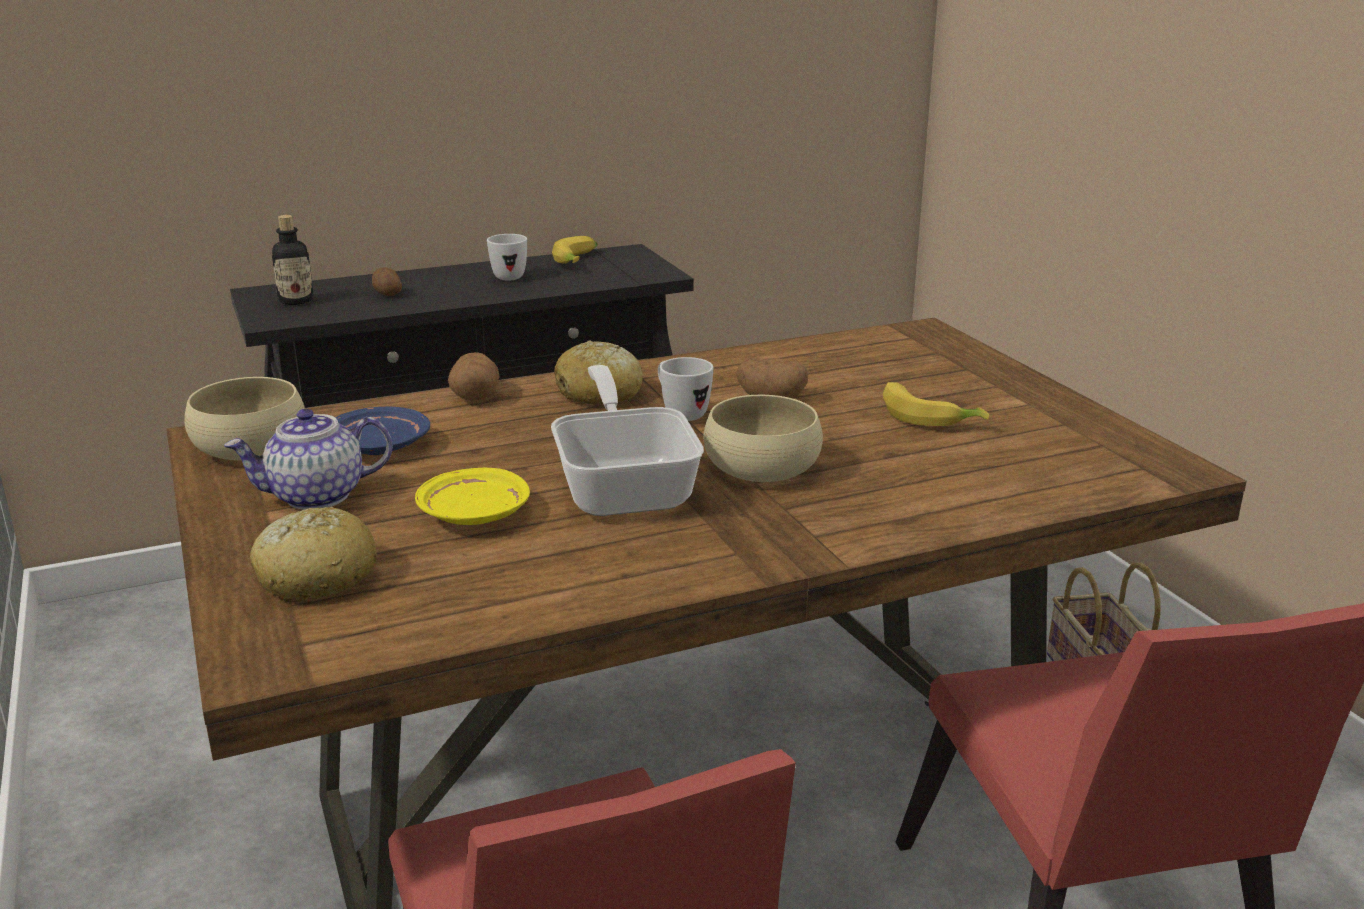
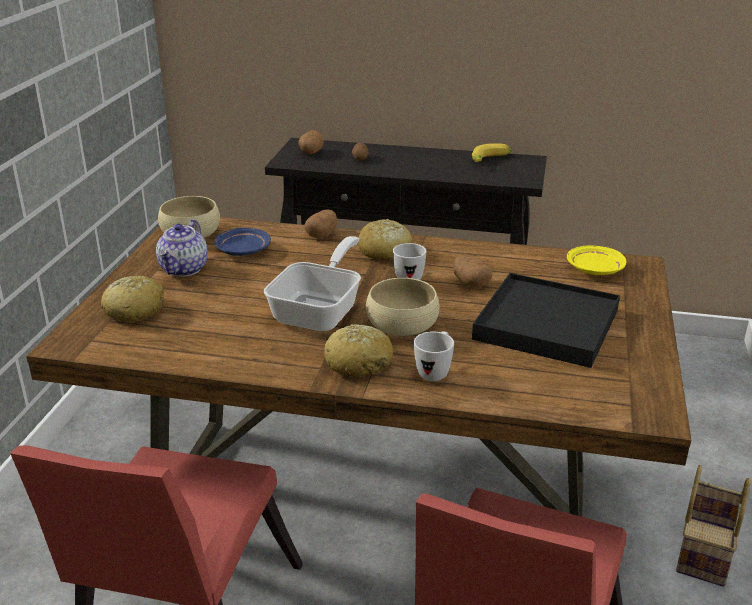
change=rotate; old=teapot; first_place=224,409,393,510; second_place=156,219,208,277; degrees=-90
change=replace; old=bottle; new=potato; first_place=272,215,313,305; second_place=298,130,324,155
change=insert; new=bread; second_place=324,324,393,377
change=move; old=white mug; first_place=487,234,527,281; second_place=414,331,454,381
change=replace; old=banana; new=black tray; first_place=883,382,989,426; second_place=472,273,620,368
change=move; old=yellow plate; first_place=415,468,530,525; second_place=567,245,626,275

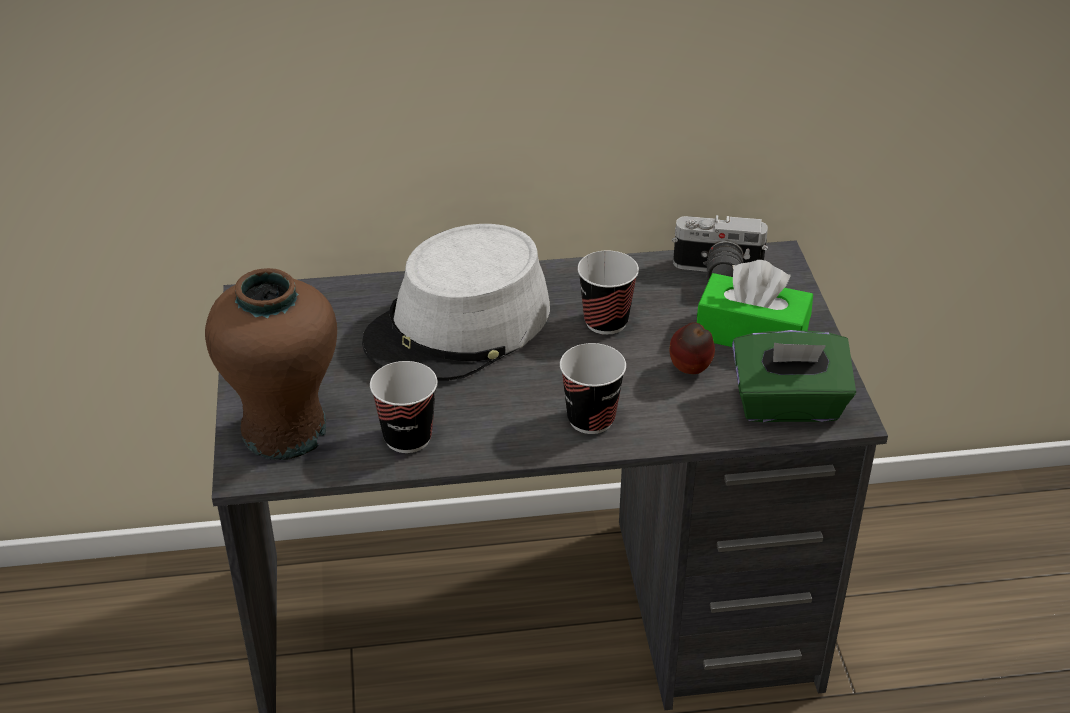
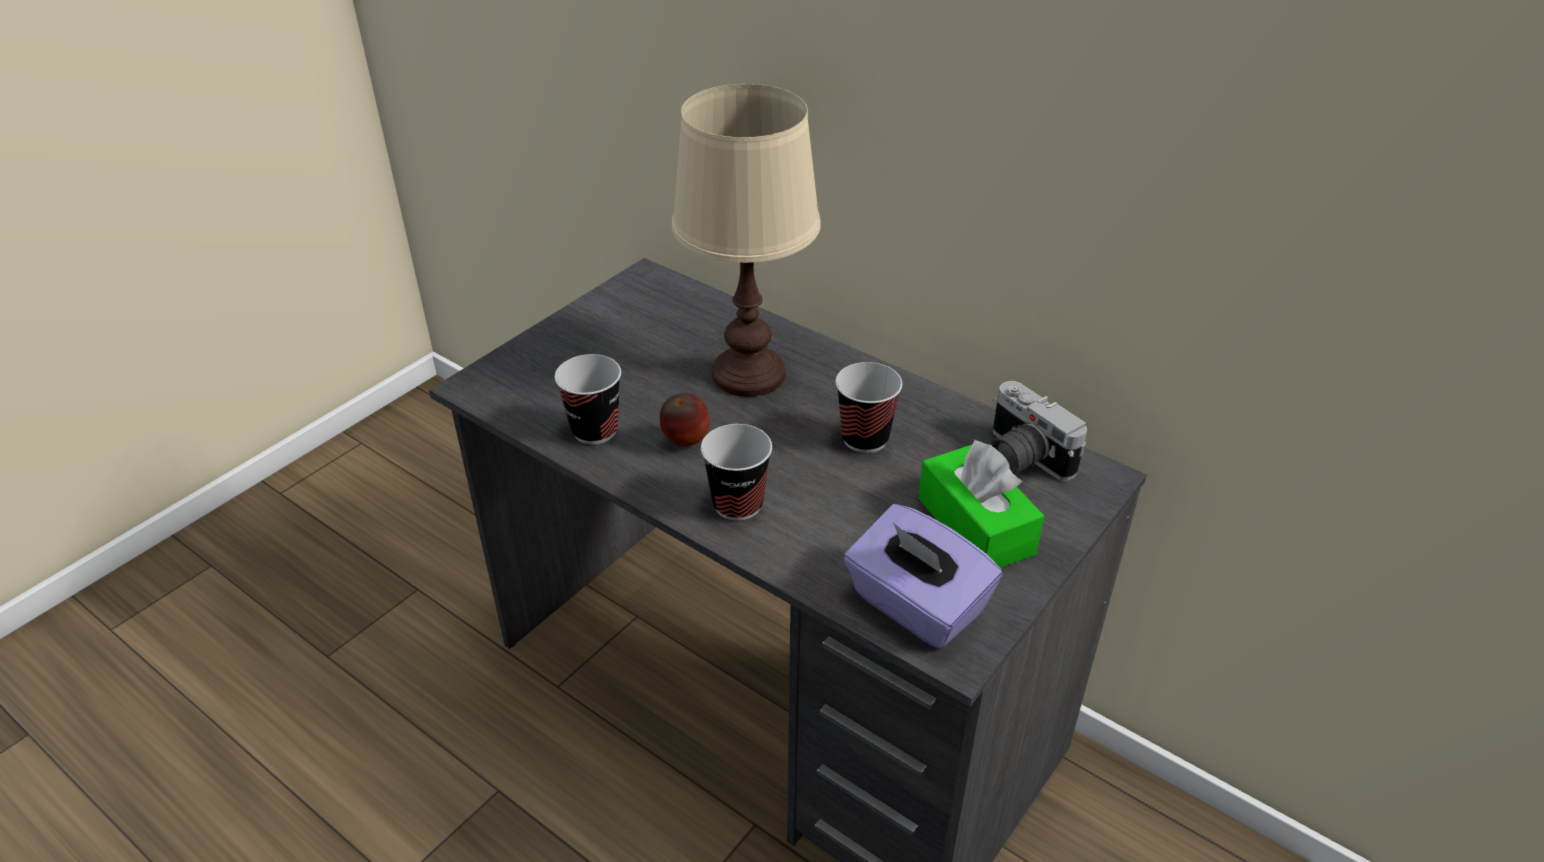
change=move; old=apple; first_place=670,322,715,374; second_place=660,393,710,447
change=replace; old=grey hat; new=beige table lamp; first_place=362,224,550,381; second_place=672,84,821,397
change=recolor; old=green tissue box; new=purple tissue box; first_place=732,330,856,422; second_place=844,504,1002,649
change=delete; old=brown vase; first_place=205,268,337,460

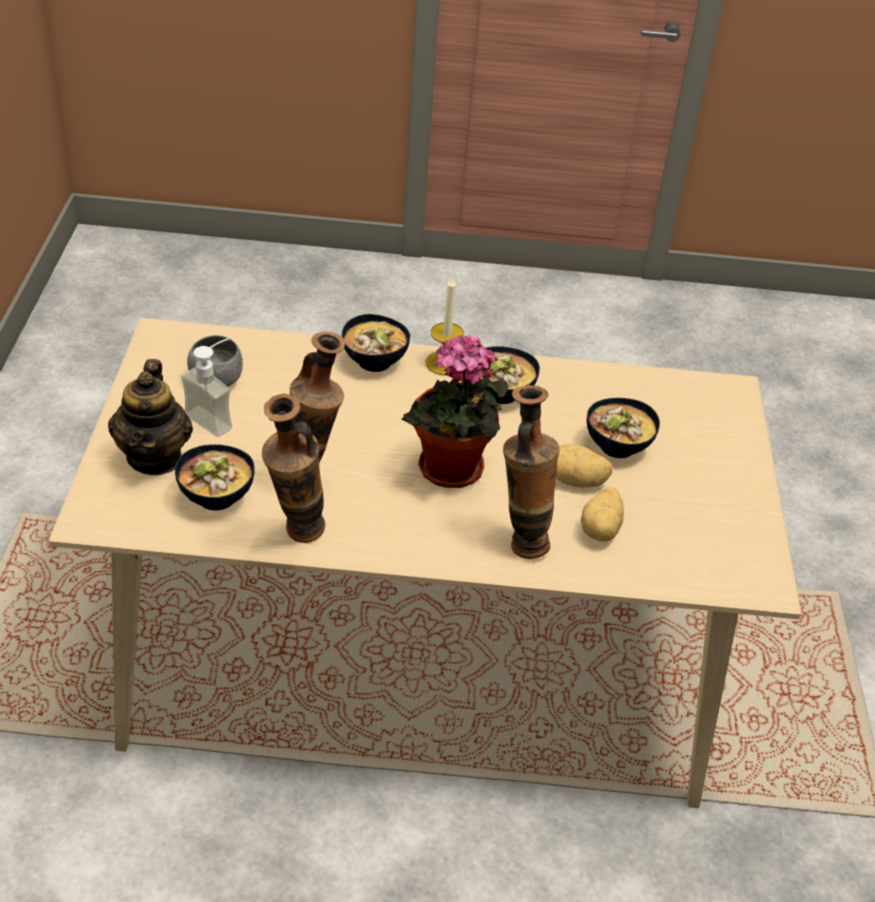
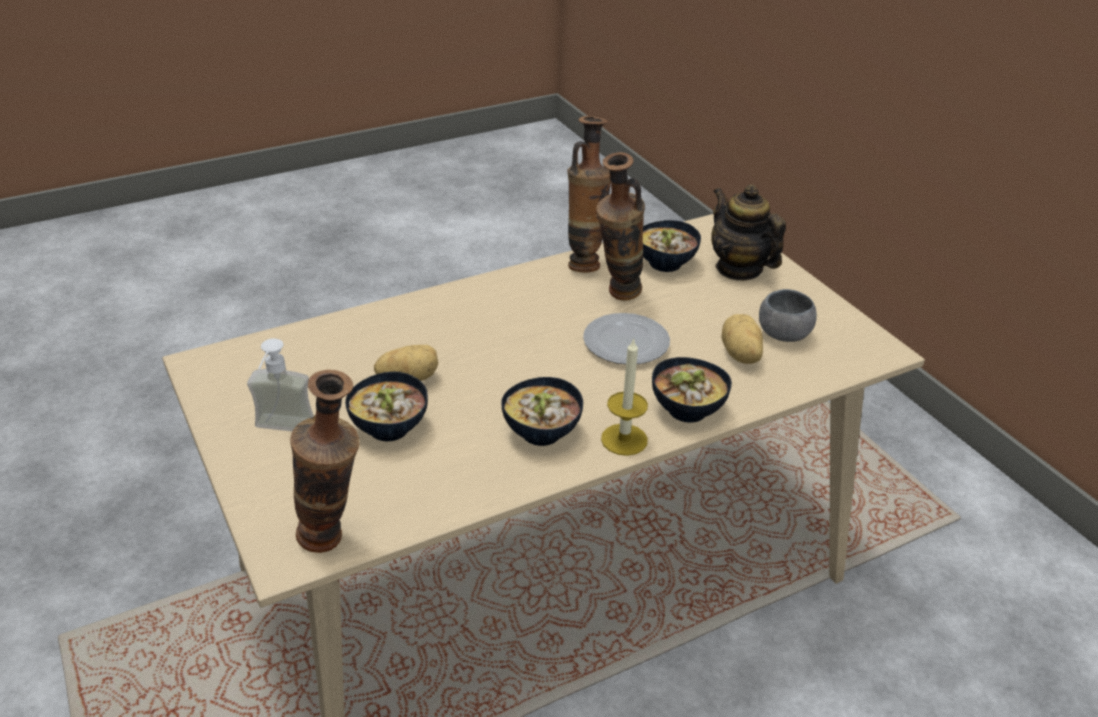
change=move; old=soap dispenser; first_place=181,338,232,437; second_place=247,338,314,431
change=move; old=vase; first_place=503,385,560,559; second_place=290,370,360,553
change=insert; new=plate; second_place=583,313,670,364
change=move; old=potato; first_place=581,487,624,542; second_place=721,314,763,364
change=delete; old=potted plant; first_place=401,335,508,488

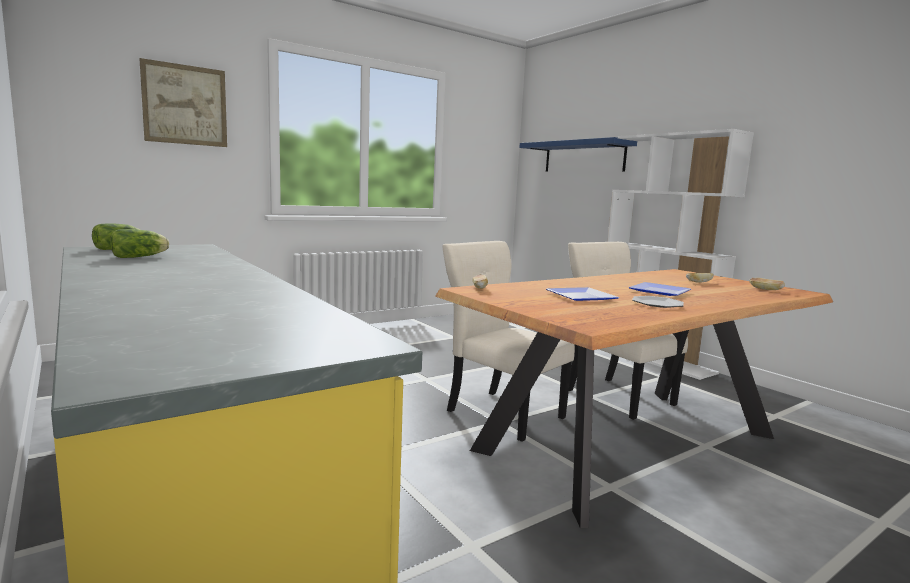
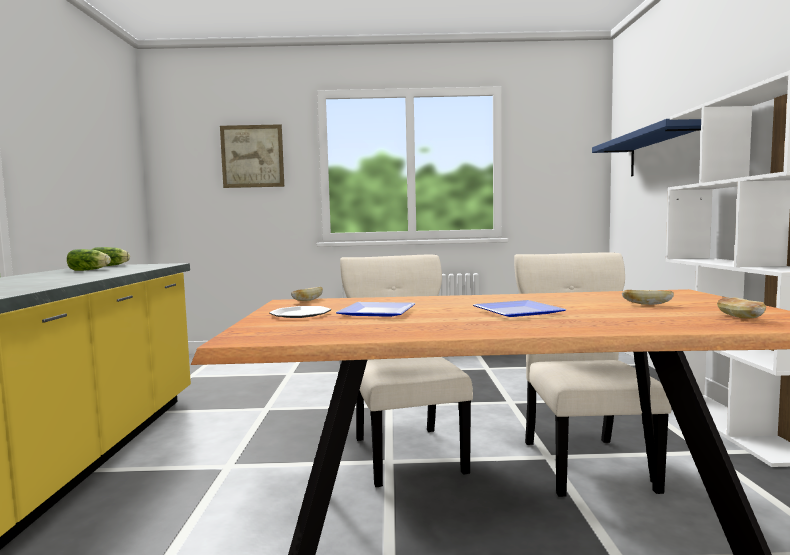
change=move; old=plate; first_place=632,296,684,308; second_place=269,306,331,318

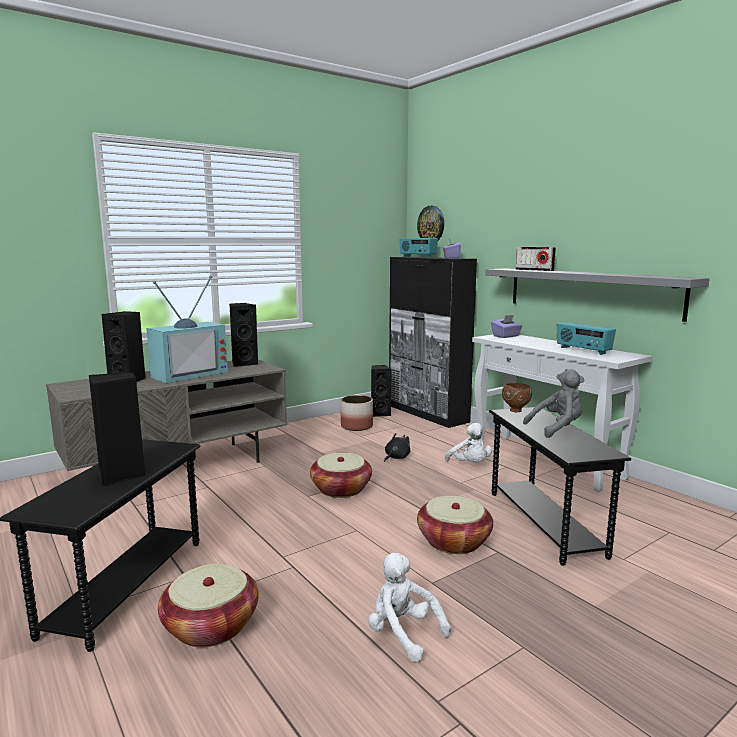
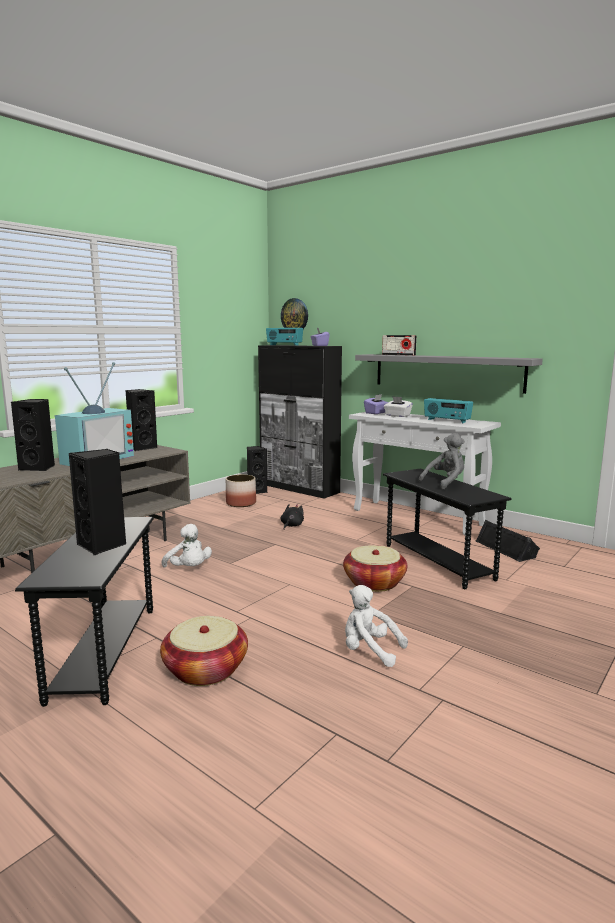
change=move; old=white plush toy; first_place=445,423,492,463; second_place=162,524,212,567
change=insert; new=white tissue box; second_place=384,396,413,417
change=insert; new=black speaker; second_place=476,520,540,562
change=delete; old=basket; first_place=310,453,372,498
change=delete; old=brown bowl; first_place=502,384,532,412

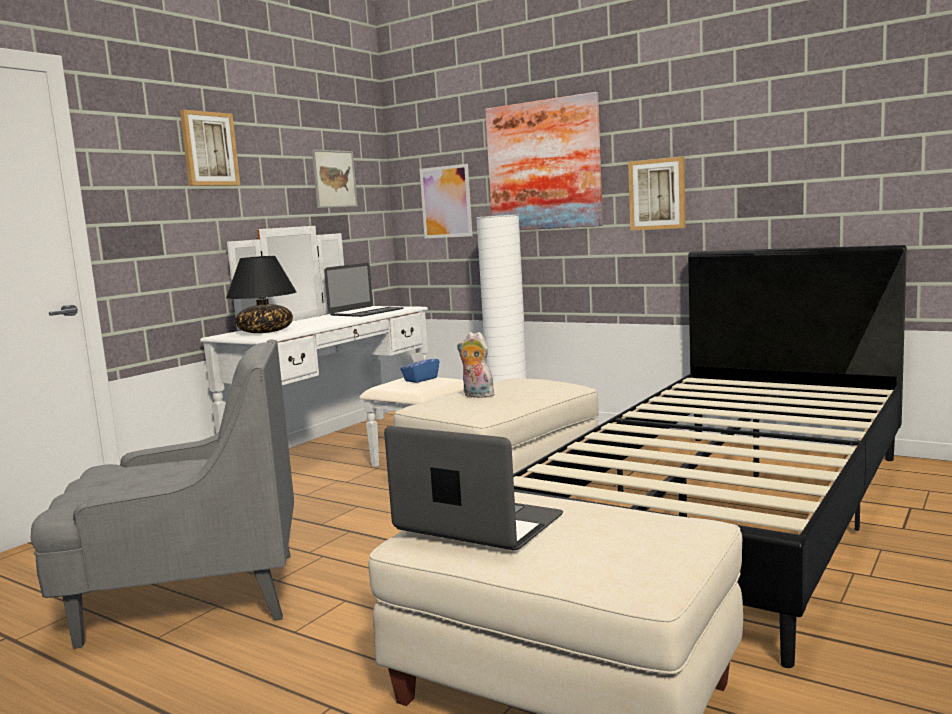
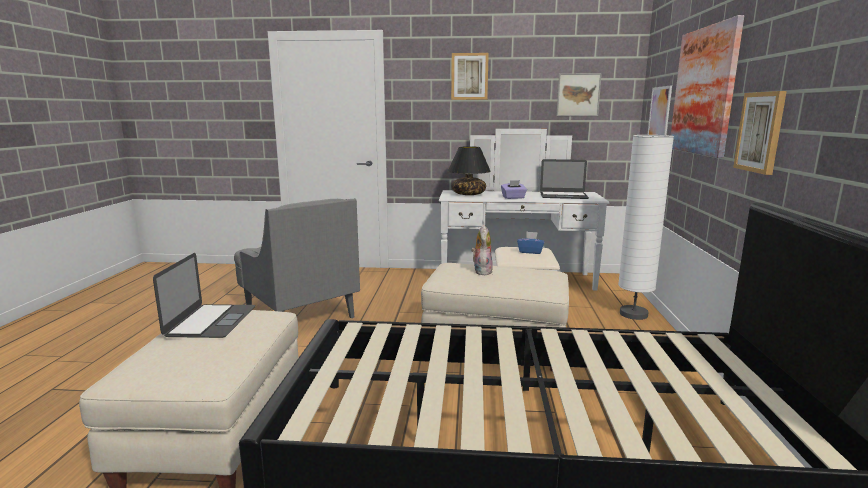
change=insert; new=purple tissue box; second_place=501,180,527,199

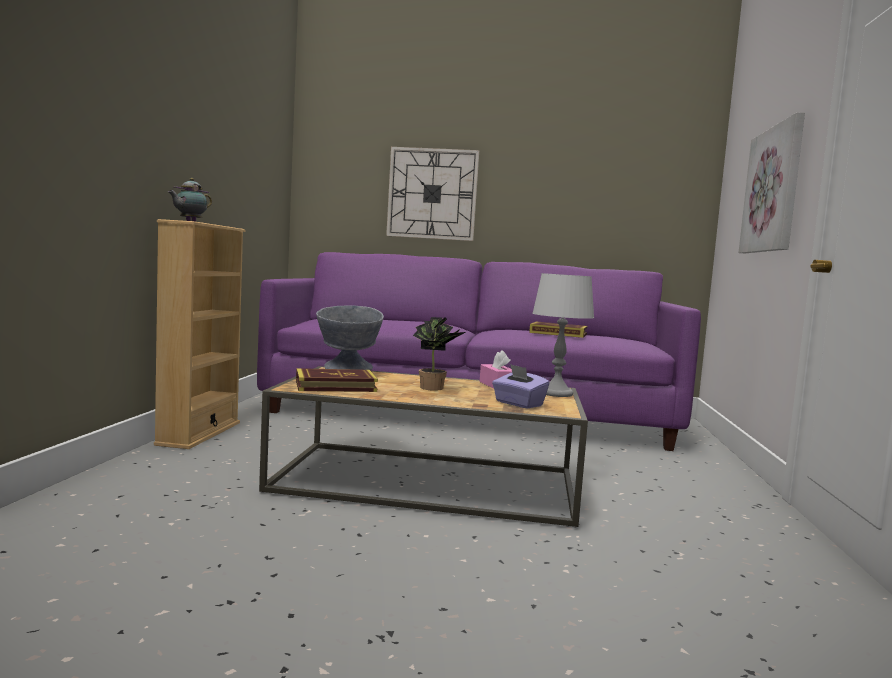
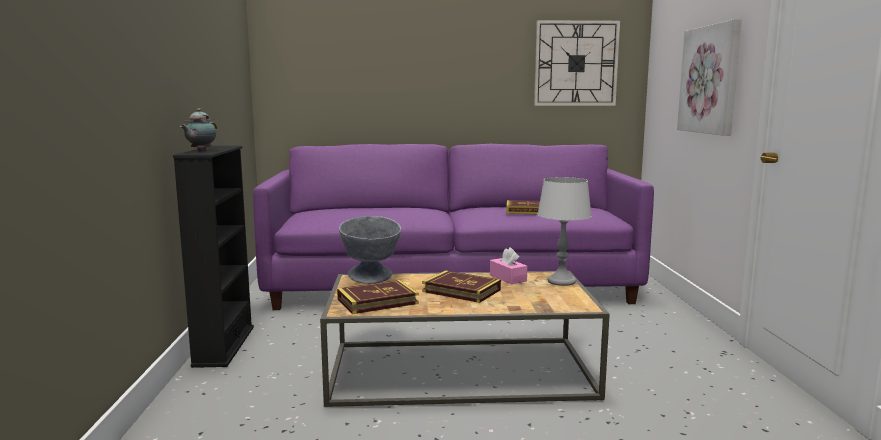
change=recolor; old=beige bookcase; new=black bookcase; first_place=154,219,245,449; second_place=173,146,254,368
change=replace; old=potted plant; new=book; first_place=413,317,465,391; second_place=422,270,501,303
change=move; old=wall clock; first_place=386,147,479,241; second_place=534,20,620,106
change=delete; old=purple tissue box; first_place=492,364,550,409

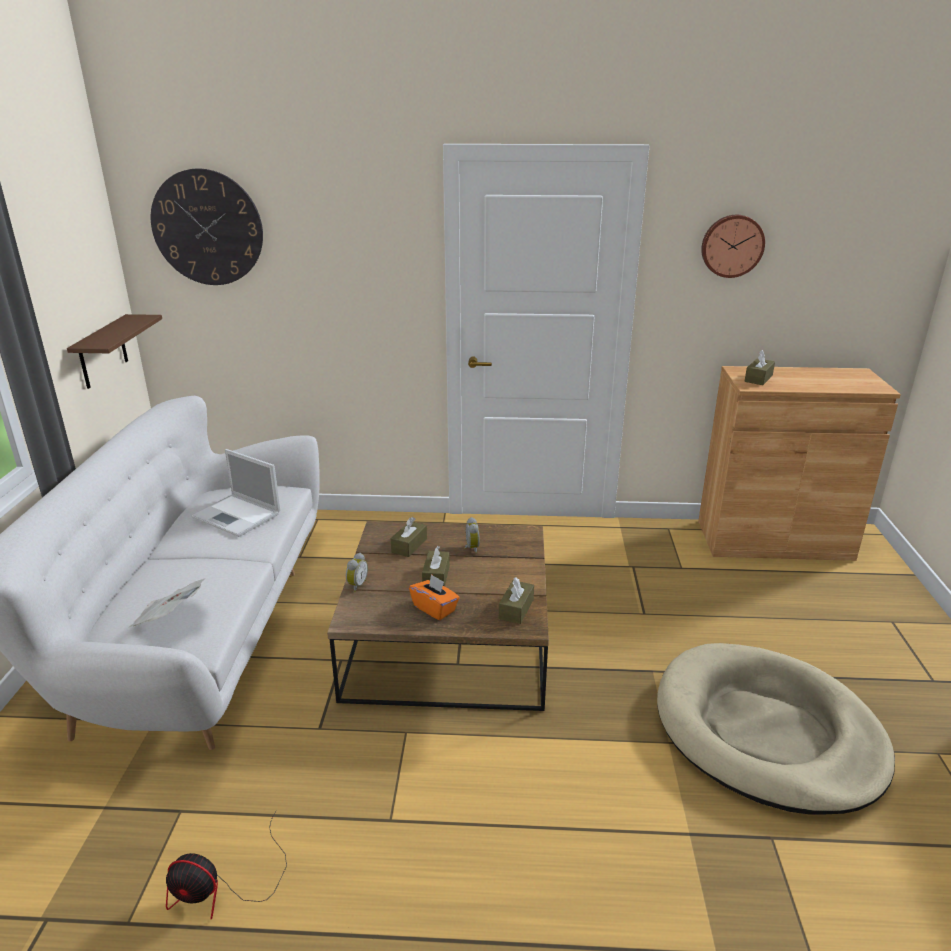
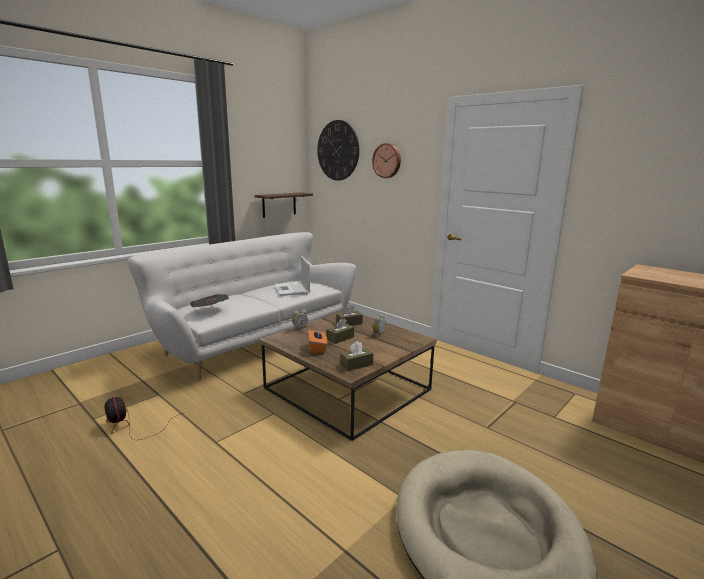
change=move; old=wall clock; first_place=701,215,765,278; second_place=372,143,401,178
change=delete; old=brown tissue box; first_place=744,350,775,385

